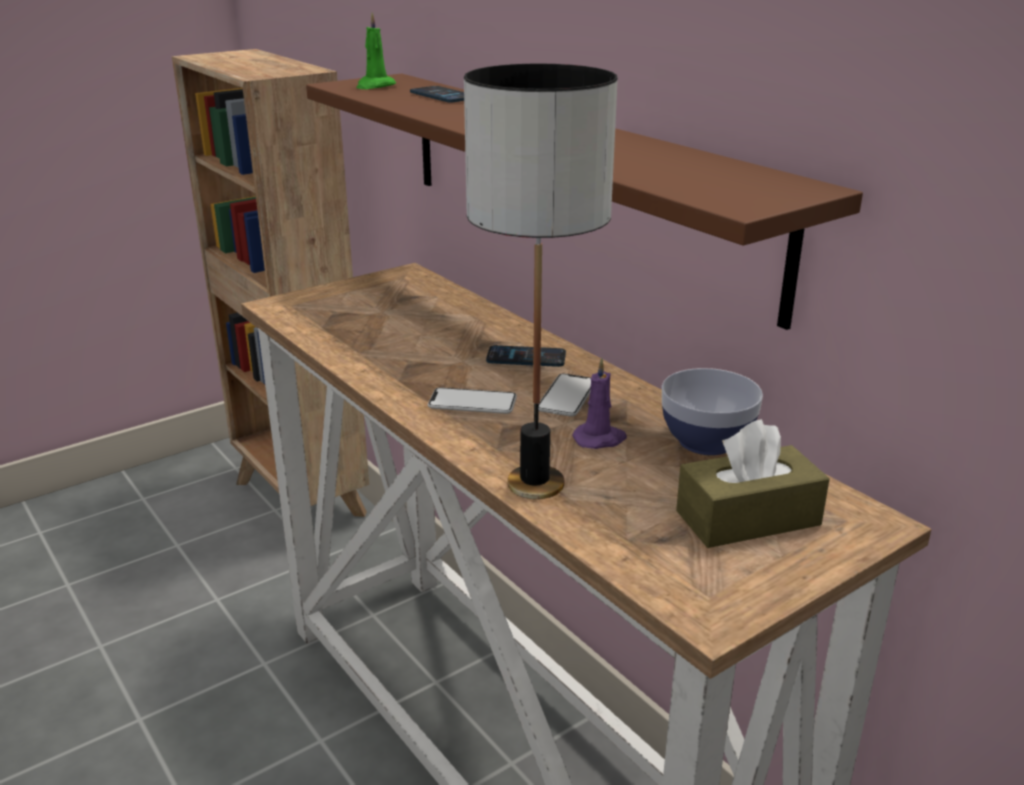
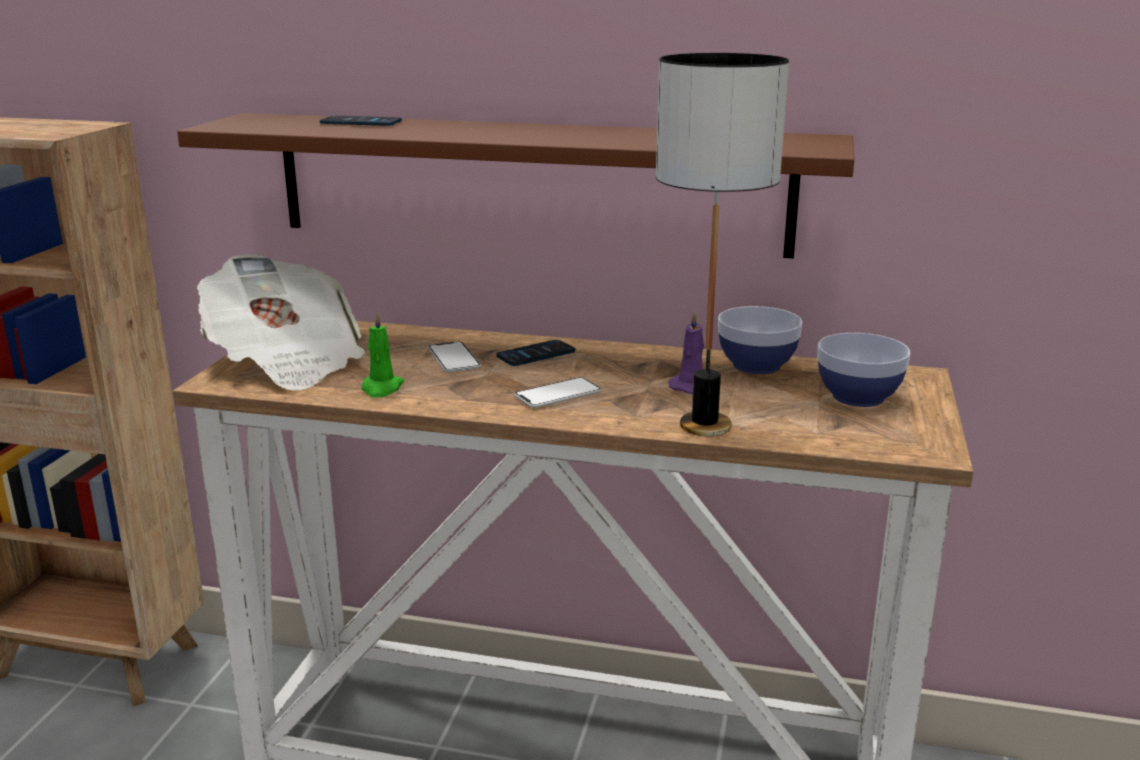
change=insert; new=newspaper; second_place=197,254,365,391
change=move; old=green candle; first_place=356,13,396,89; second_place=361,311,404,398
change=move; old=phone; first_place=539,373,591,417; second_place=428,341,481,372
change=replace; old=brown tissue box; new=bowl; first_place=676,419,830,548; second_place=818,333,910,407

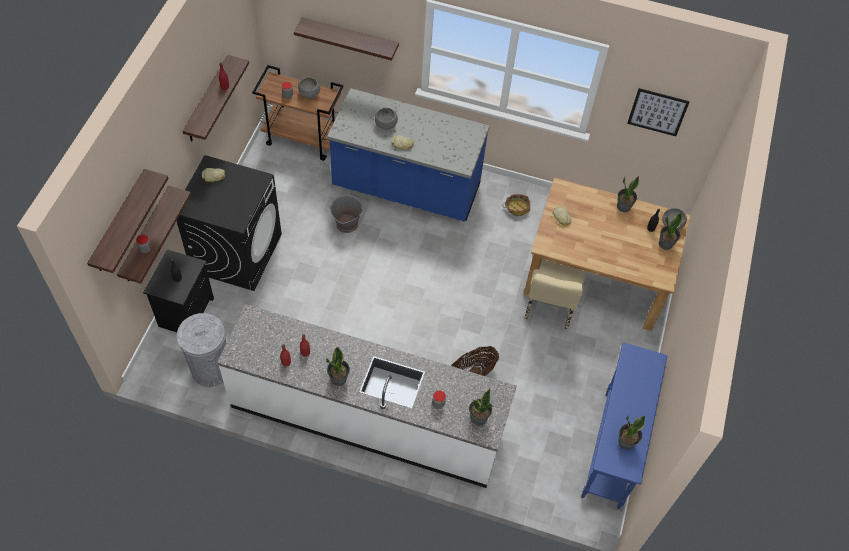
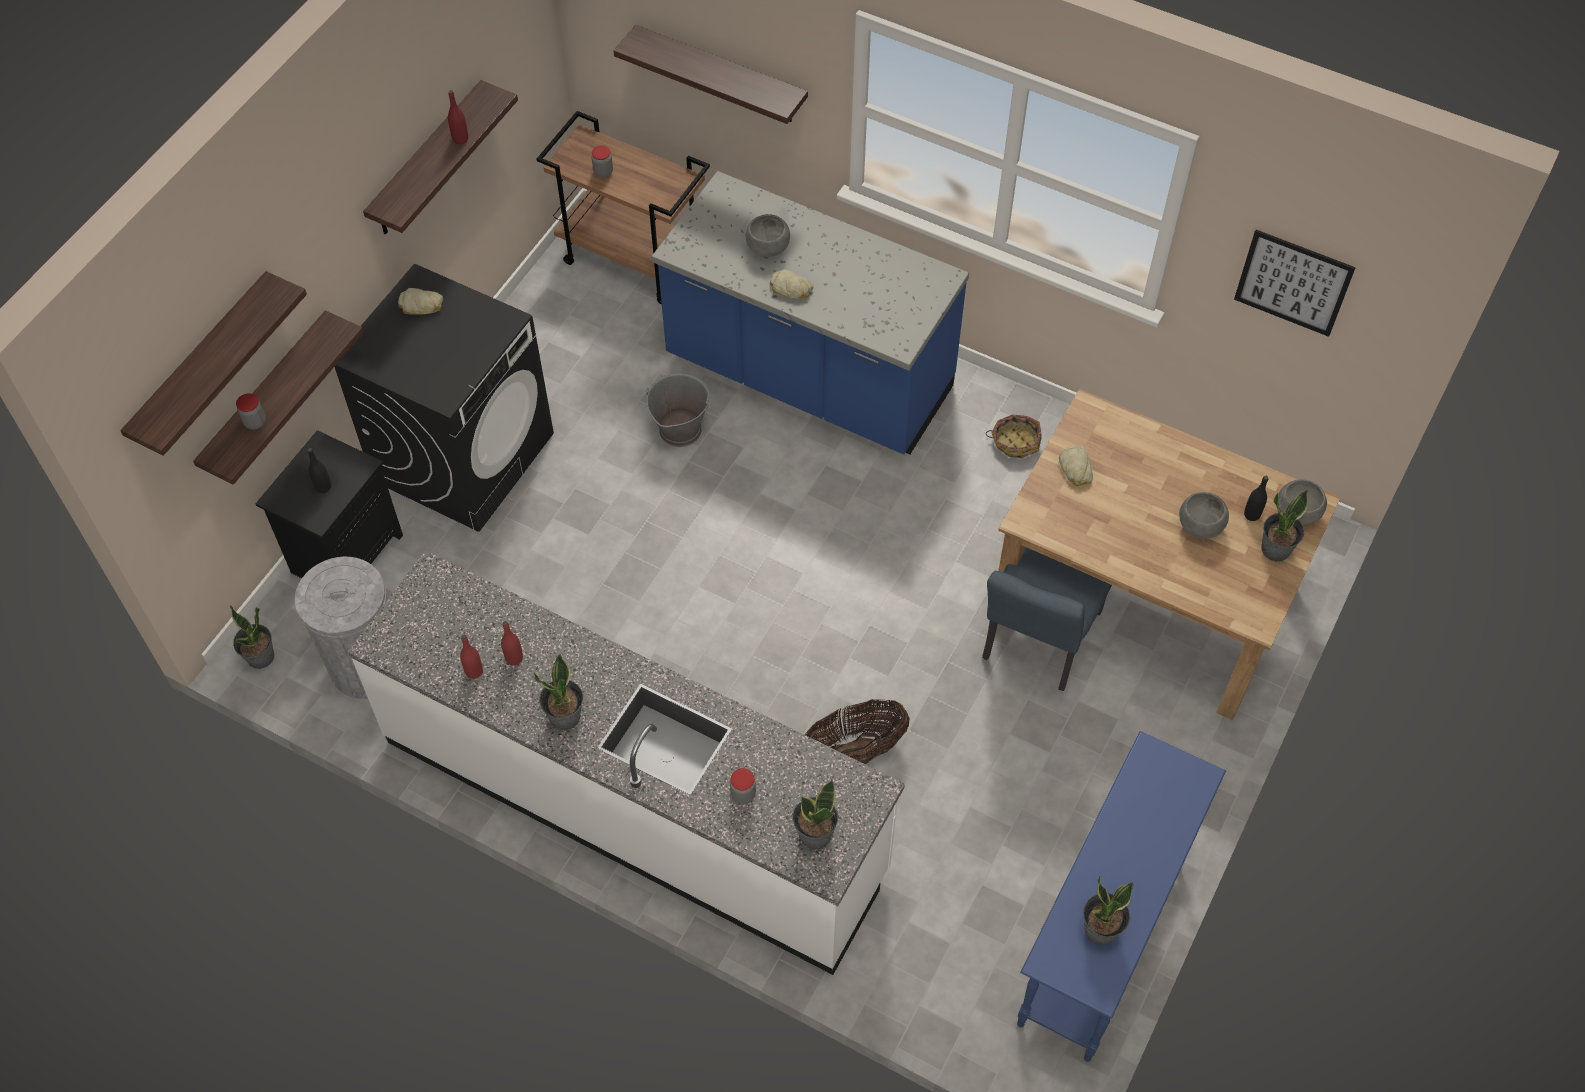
change=move; old=potted plant; first_place=617,176,639,212; second_place=230,605,274,669
change=recolor; old=beige chair; new=blue chair; first_place=525,259,586,329; second_place=982,547,1112,691
change=move; old=grey bowl; first_place=298,77,320,98; second_place=1179,492,1229,539

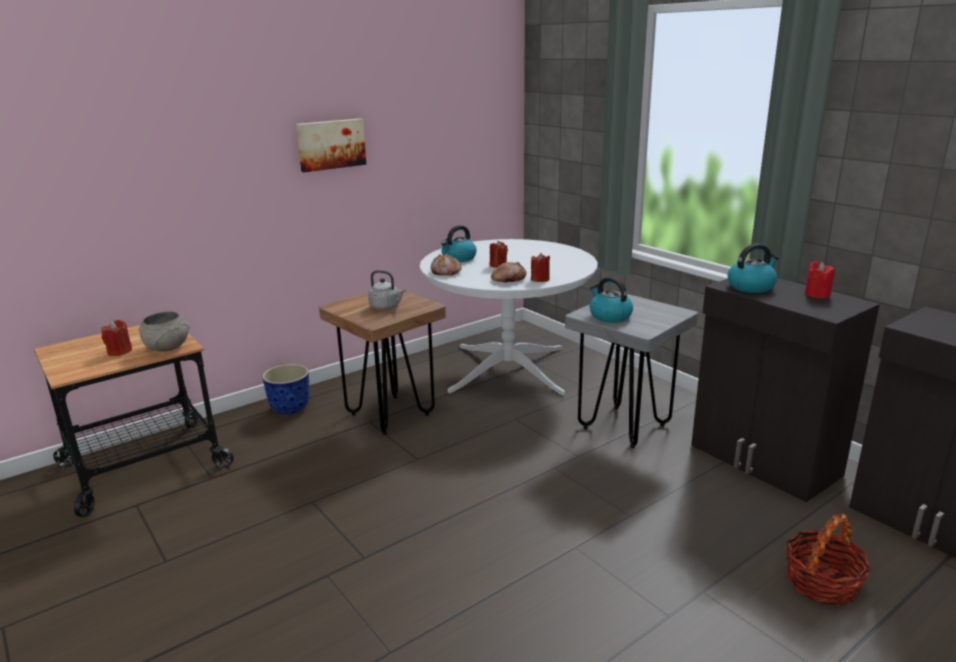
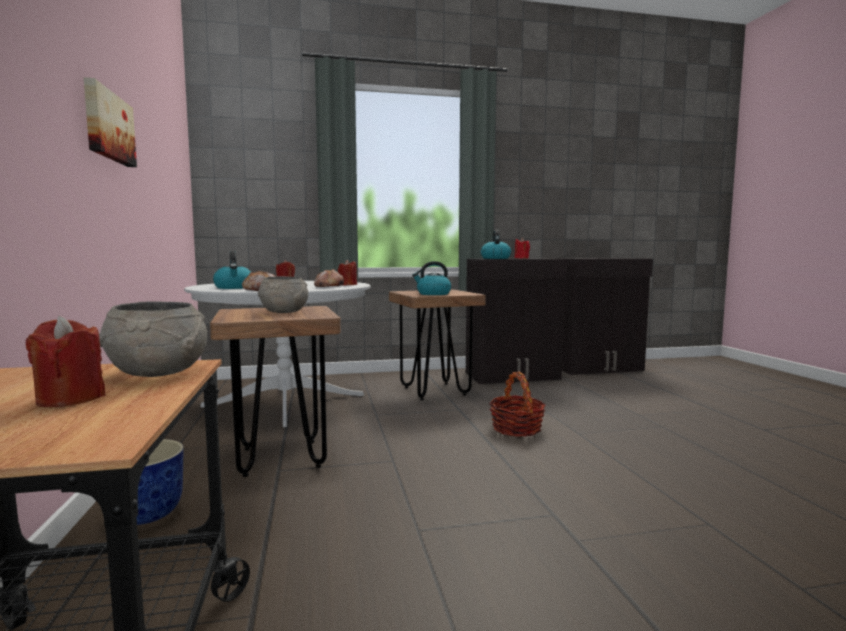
change=replace; old=grey kettle; new=grey bowl; first_place=368,270,405,310; second_place=258,276,308,313
change=recolor; old=grey stool; new=brown stool; first_place=565,292,698,448; second_place=389,290,486,400
change=move; old=basket; first_place=786,514,872,606; second_place=489,372,546,437

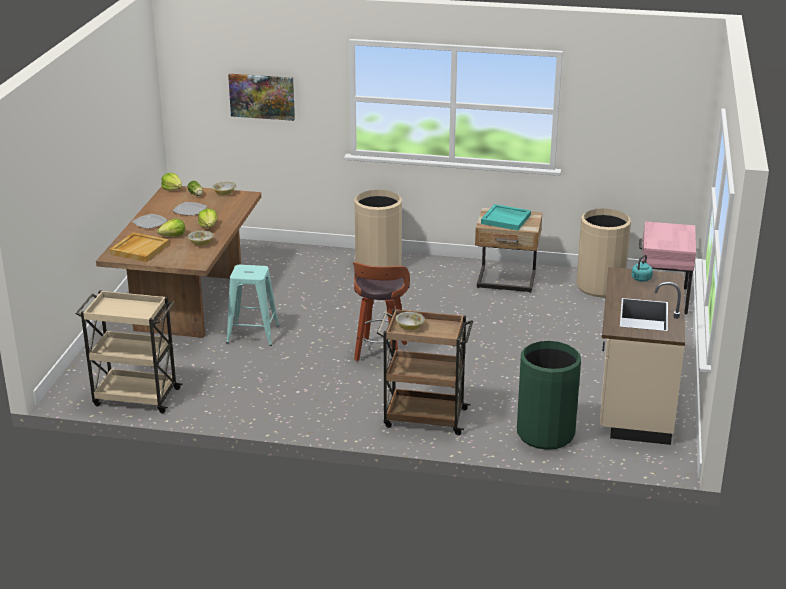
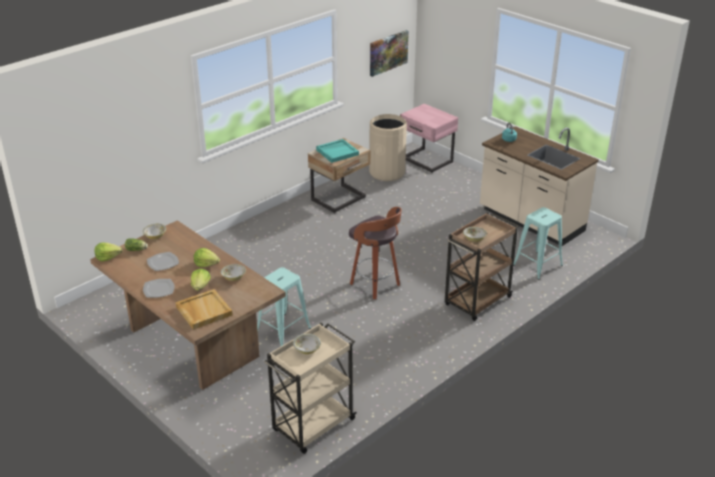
change=insert; new=bowl; second_place=293,333,321,354
change=move; old=picture; first_place=228,74,295,121; second_place=370,30,409,77
change=replace; old=green trash can; new=turquoise stool; first_place=517,341,581,450; second_place=513,207,563,280
change=delete; old=beige trash can; first_place=355,190,402,266

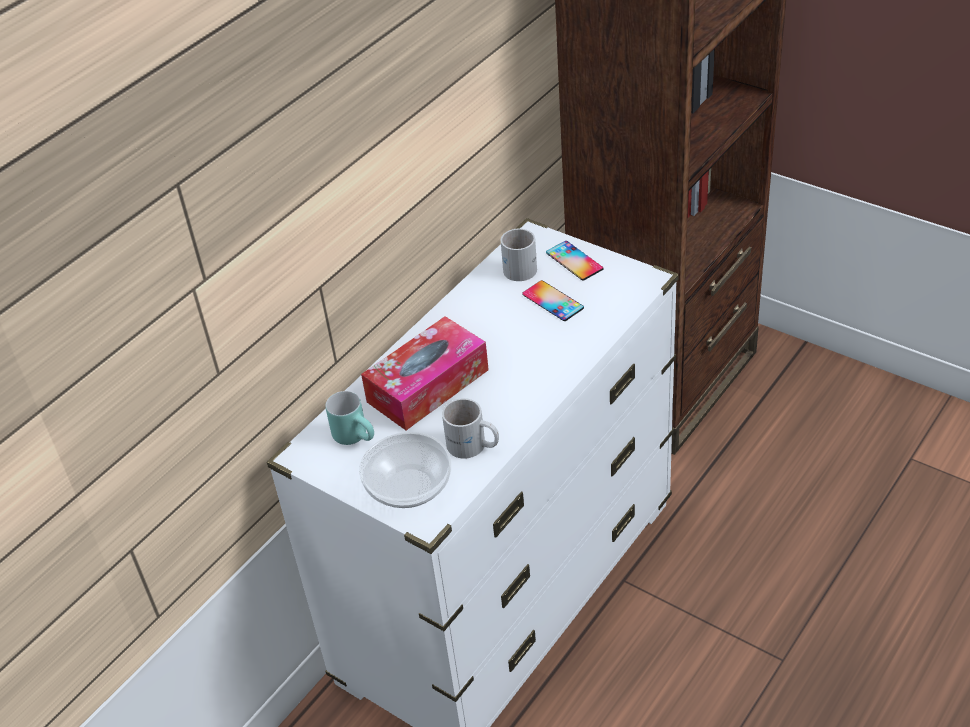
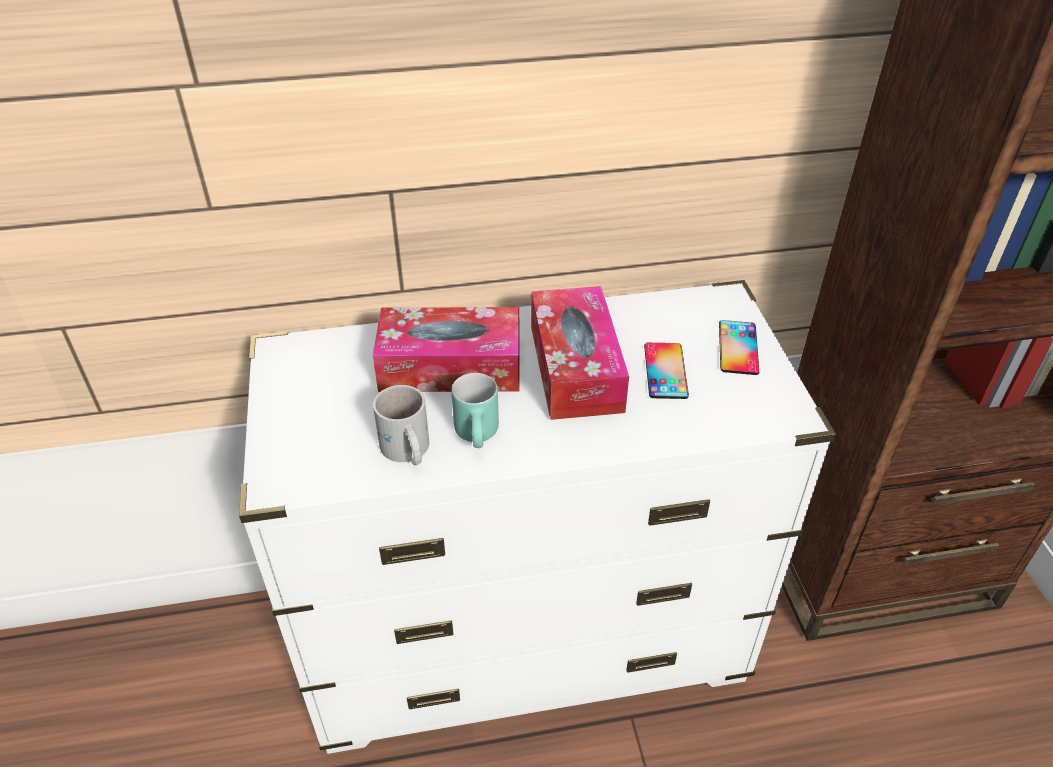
change=move; old=turquoise mug; first_place=325,391,374,445; second_place=451,373,499,448
change=insert; new=tissue box; second_place=531,286,629,420
change=delete; old=bowl; first_place=359,432,451,508
change=delete; old=white mug; first_place=501,229,537,281

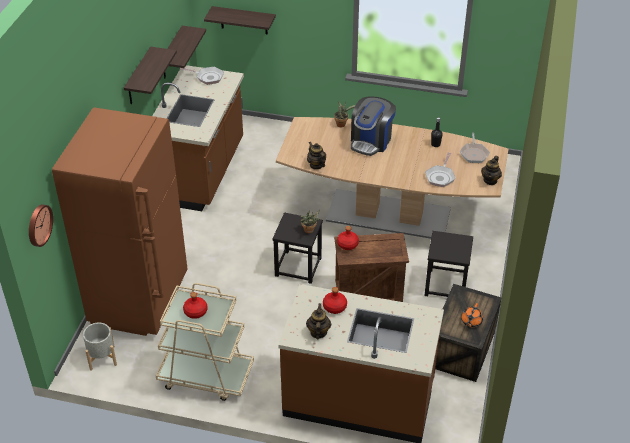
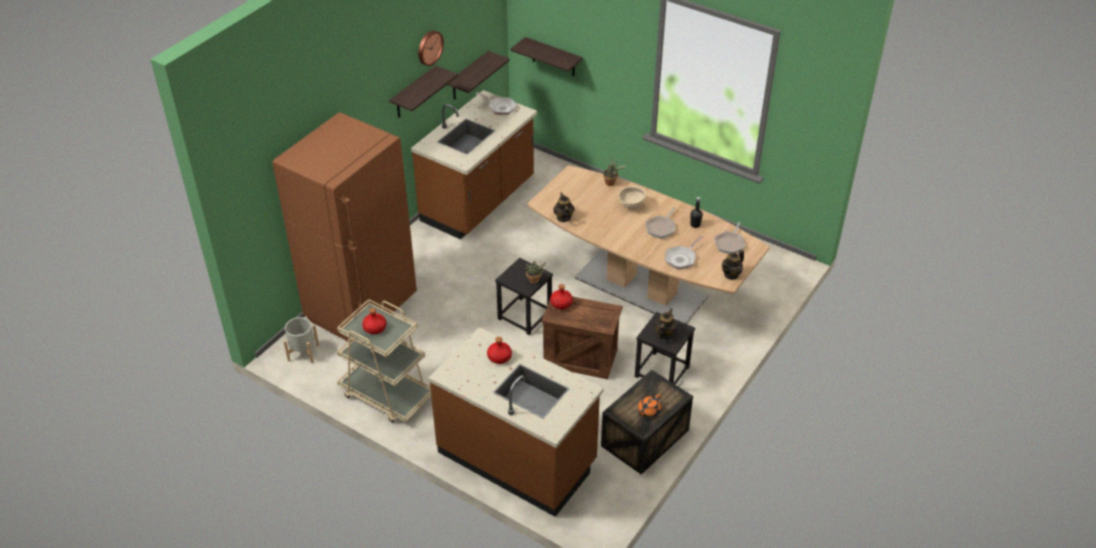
change=move; old=wall clock; first_place=29,204,53,247; second_place=418,30,444,66
change=replace; old=coffee machine; new=beige bowl; first_place=351,97,396,156; second_place=618,186,646,209
change=insert; new=frying pan; second_place=646,207,675,239
change=move; old=teapot; first_place=306,303,332,339; second_place=654,309,677,339

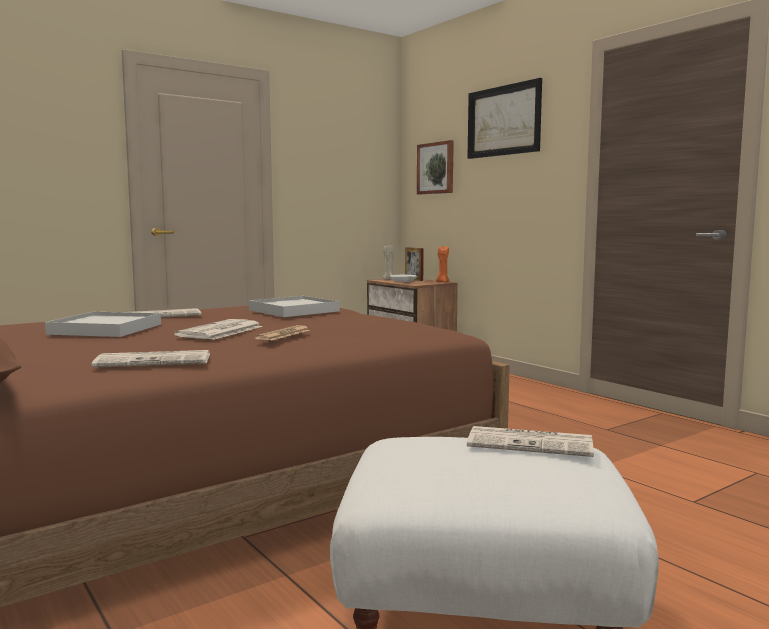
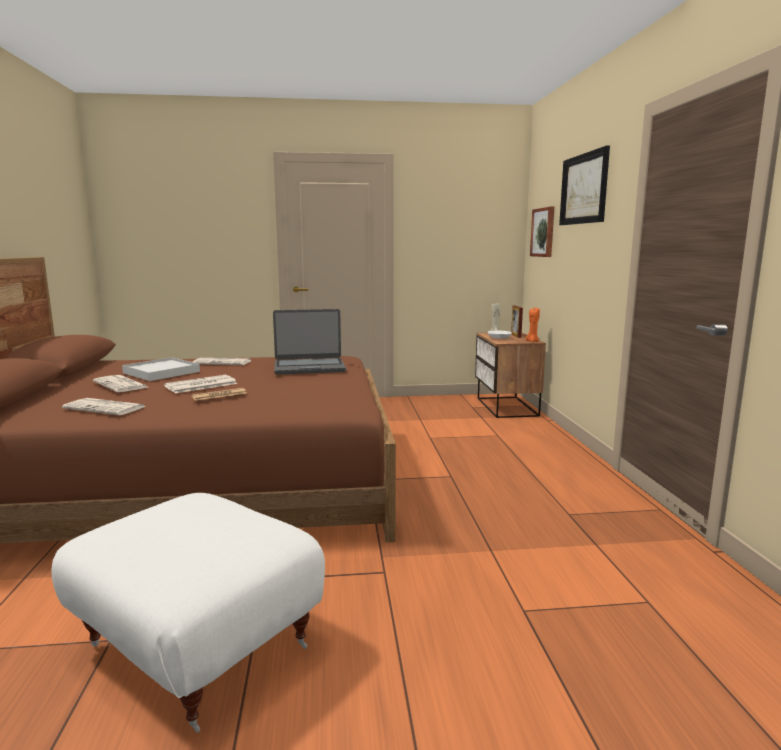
change=move; old=newspaper; first_place=467,426,594,457; second_place=93,375,147,392
change=replace; old=white tray; new=laptop; first_place=249,296,340,317; second_place=273,309,346,375

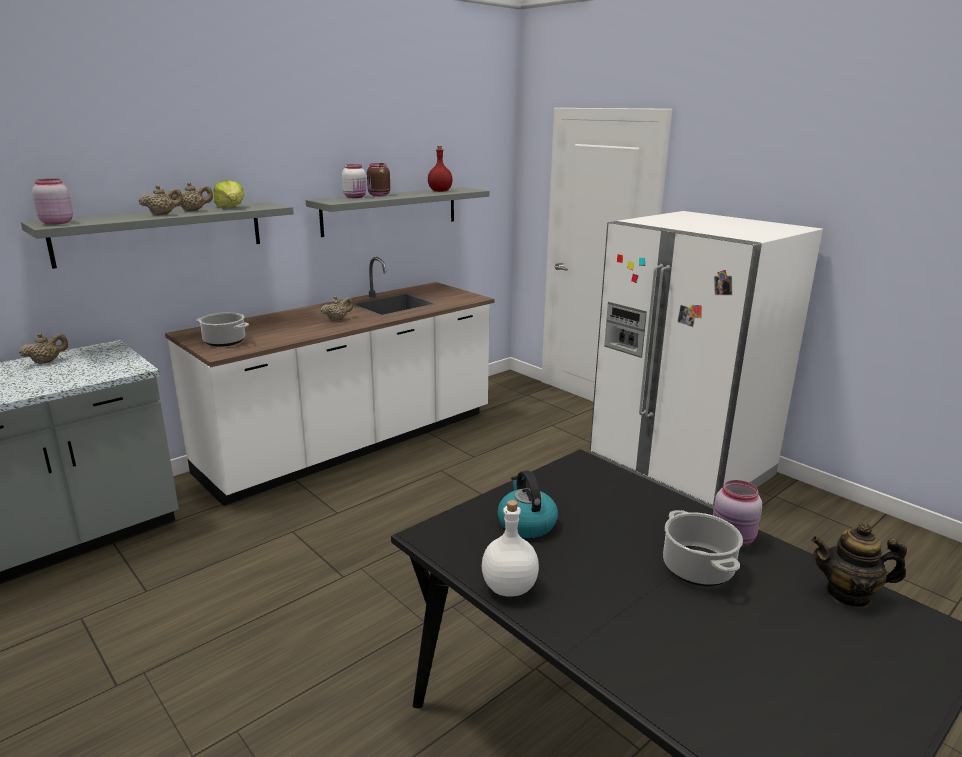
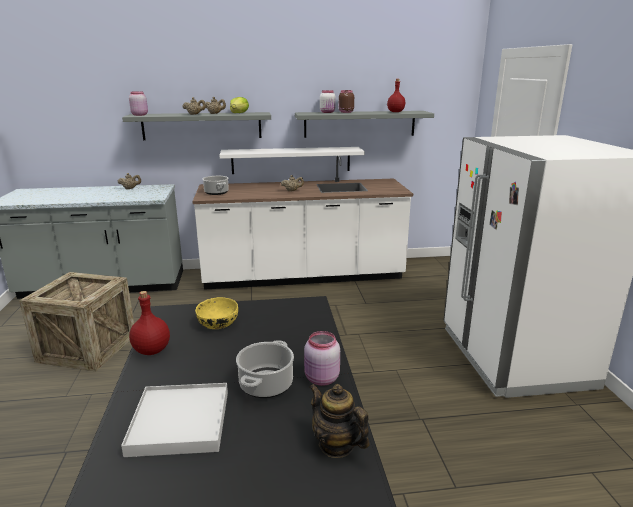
change=insert; new=crate; second_place=19,272,134,371
change=insert; new=white tray; second_place=121,383,228,457
change=recolor; old=white bottle; new=red bottle; first_place=482,500,539,597; second_place=129,291,170,355
change=replace; old=kettle; new=yellow bowl; first_place=497,471,558,538; second_place=195,297,238,329
change=insert; new=white shelf; second_place=220,147,365,174

